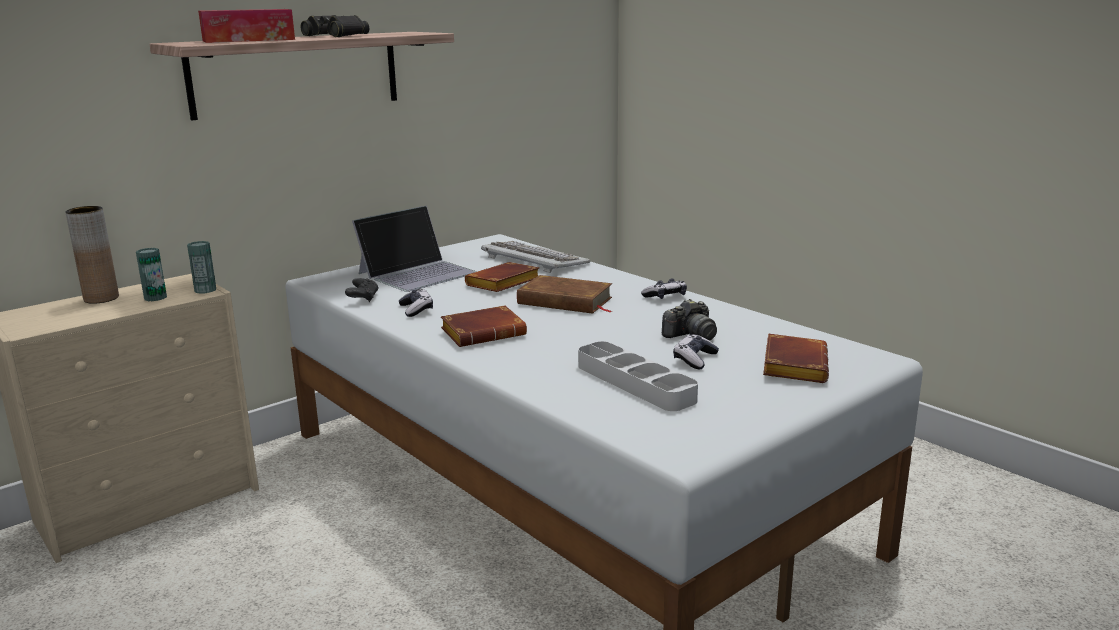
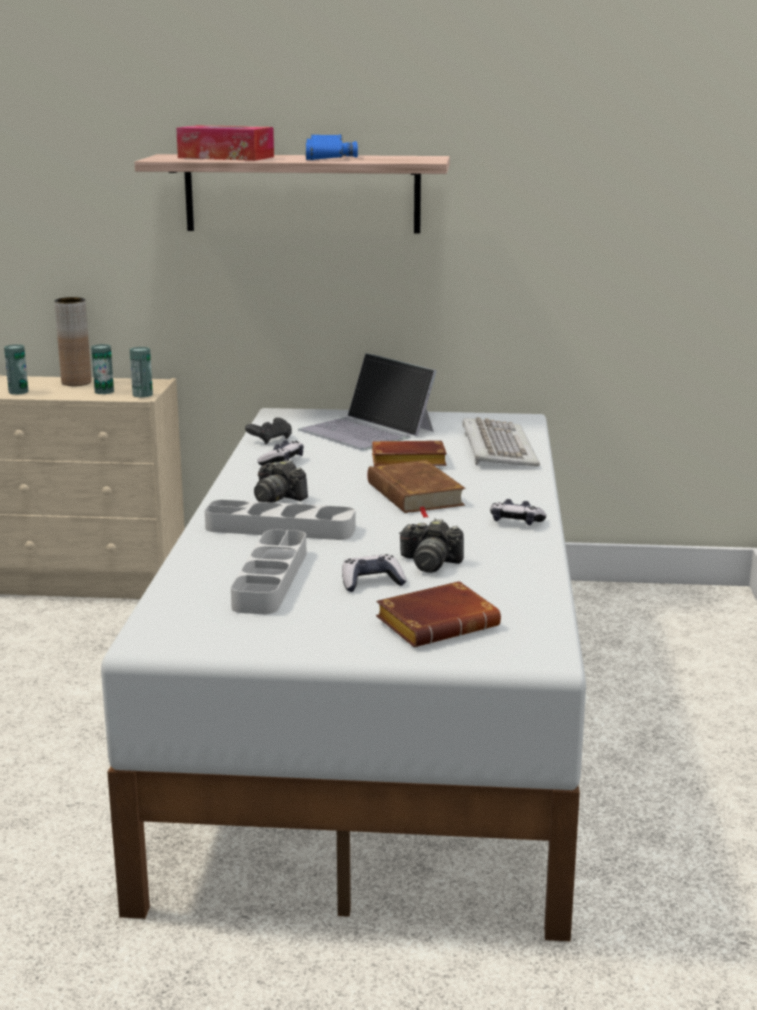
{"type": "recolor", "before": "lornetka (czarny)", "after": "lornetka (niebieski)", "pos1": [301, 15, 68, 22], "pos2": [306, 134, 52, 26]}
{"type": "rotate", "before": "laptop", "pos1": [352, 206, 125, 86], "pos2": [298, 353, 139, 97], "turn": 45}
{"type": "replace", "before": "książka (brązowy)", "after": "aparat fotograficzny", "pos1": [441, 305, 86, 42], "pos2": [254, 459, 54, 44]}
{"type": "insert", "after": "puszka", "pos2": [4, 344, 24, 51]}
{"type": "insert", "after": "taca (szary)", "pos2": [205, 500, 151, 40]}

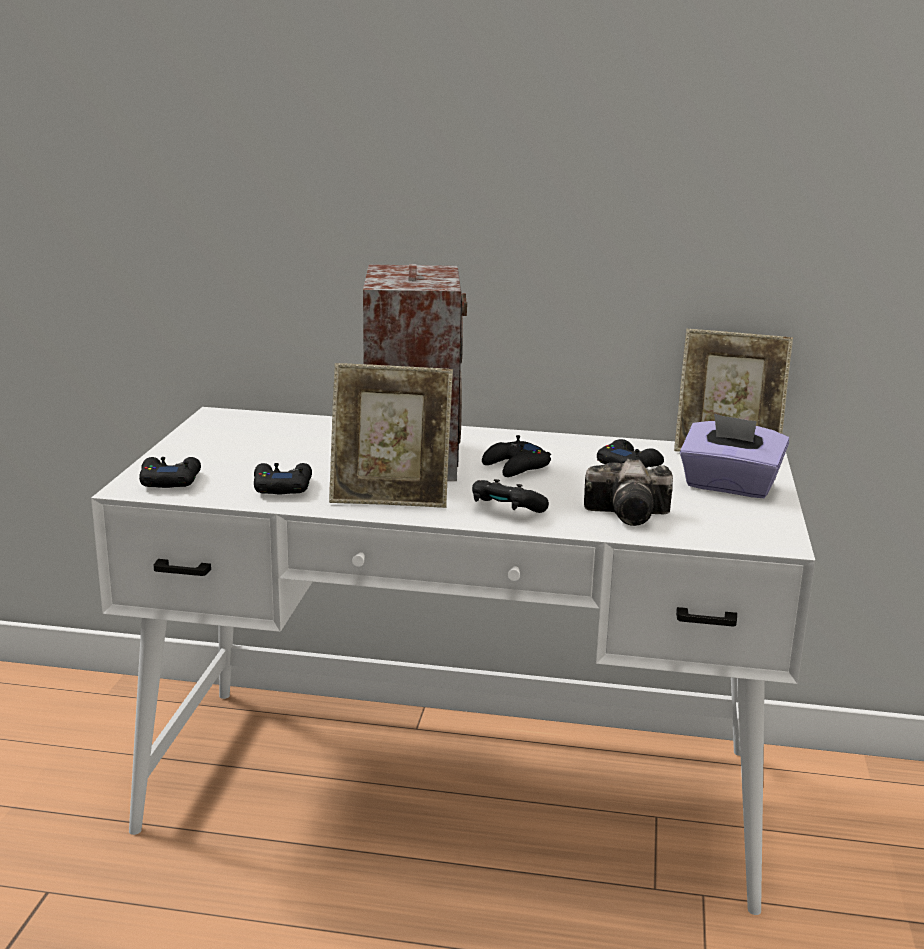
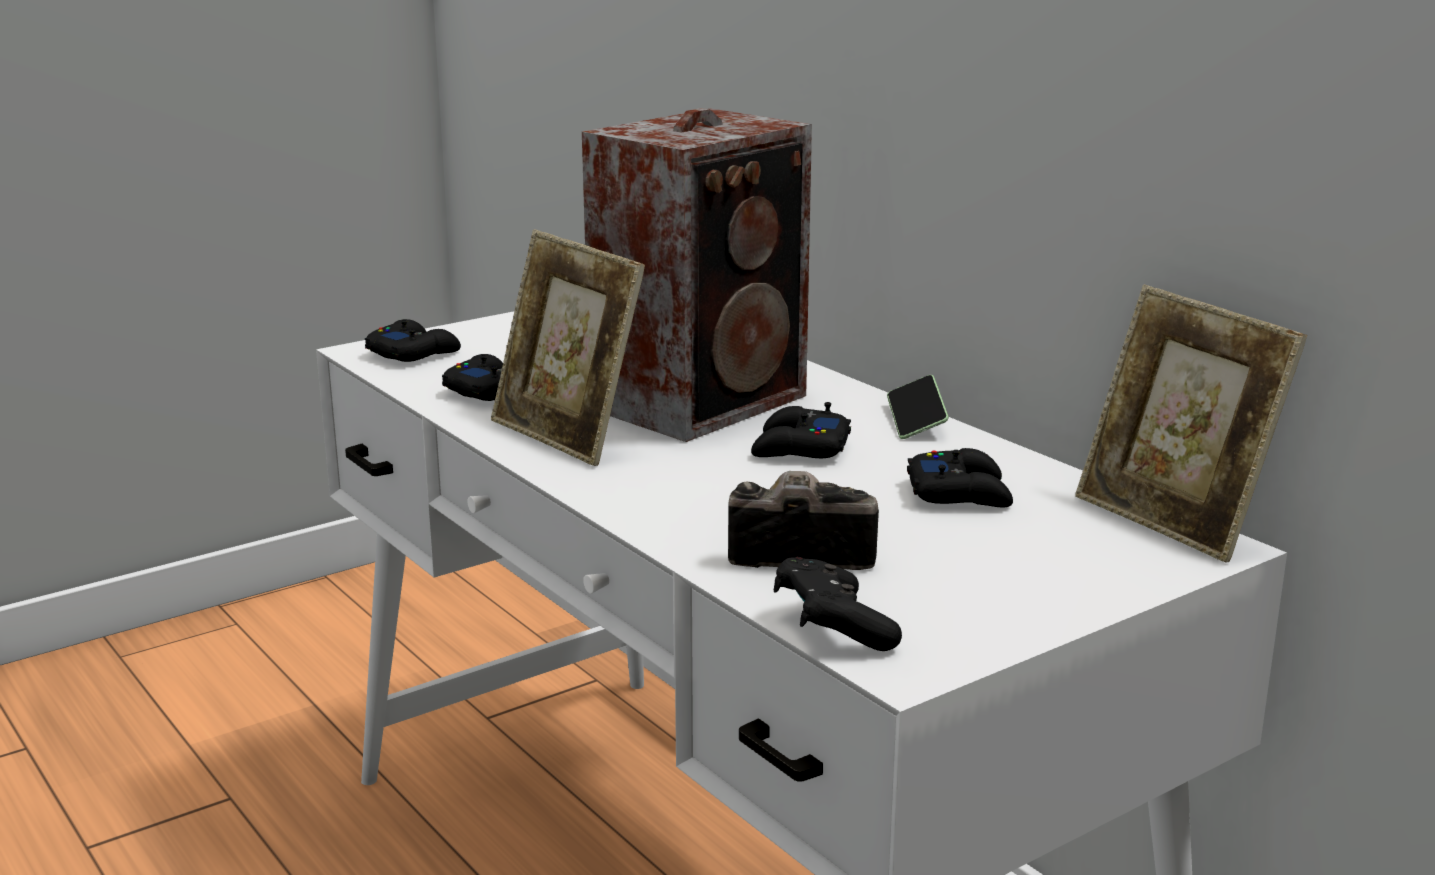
{"type": "delete", "before": "pudełko chusteczek (fioletowy)", "pos1": [680, 413, 109, 85]}
{"type": "rotate", "before": "aparat fotograficzny", "pos1": [584, 459, 89, 67], "pos2": [728, 471, 151, 99], "turn": 135}
{"type": "move", "before": "pad do gier (czarny)", "pos1": [472, 479, 77, 34], "pos2": [774, 557, 128, 94]}
{"type": "insert", "after": "telefon", "pos2": [887, 375, 62, 64]}

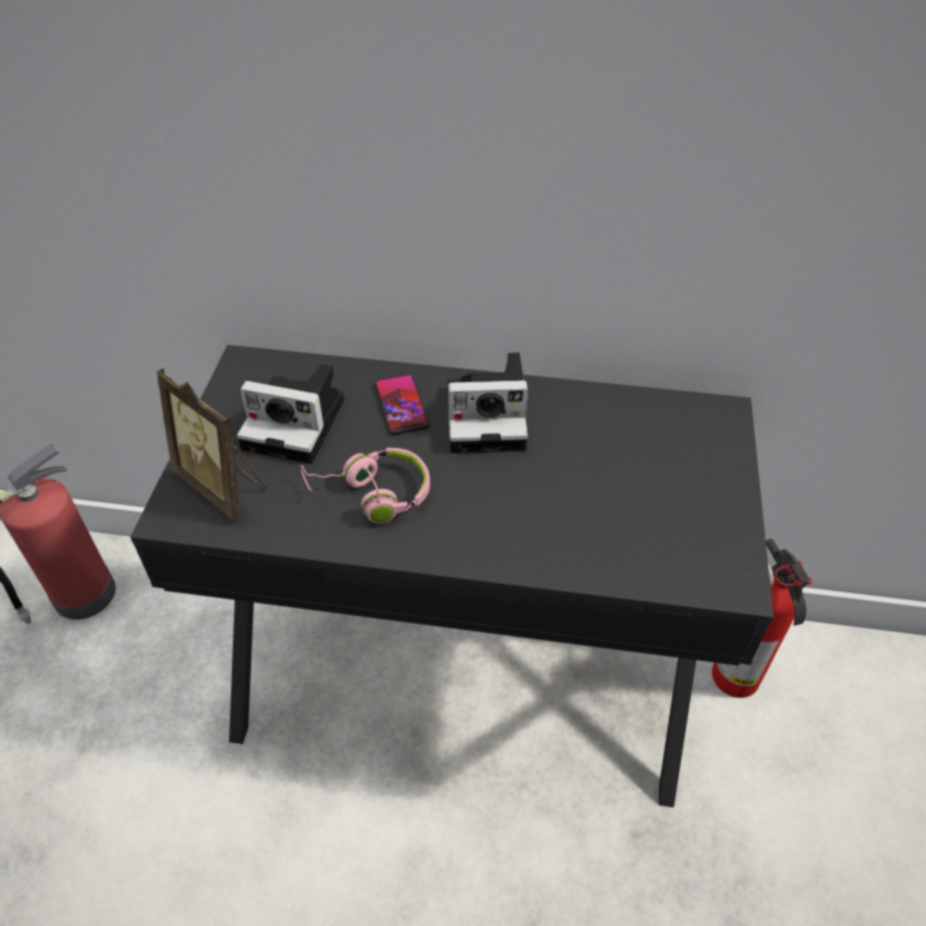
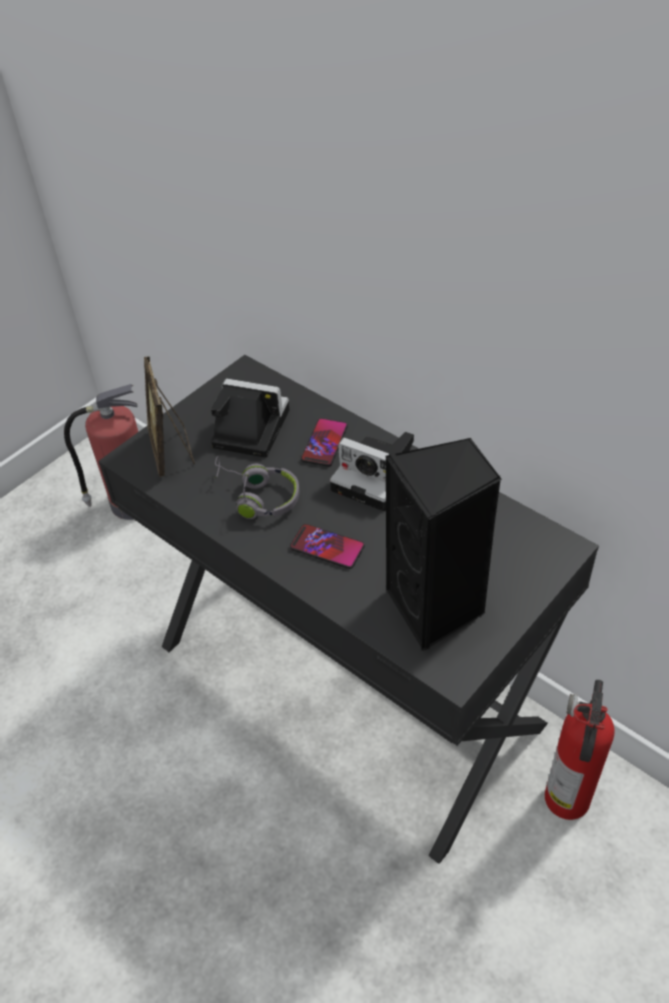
{"type": "rotate", "before": "aparat fotograficzny", "pos1": [237, 364, 107, 100], "pos2": [211, 378, 78, 80], "turn": 150}
{"type": "recolor", "before": "słuchawki (różowy)", "after": "słuchawki (szary)", "pos1": [301, 448, 129, 75], "pos2": [214, 456, 85, 63]}
{"type": "insert", "after": "głośnik (czarny)", "pos2": [385, 438, 117, 213]}
{"type": "insert", "after": "telefon", "pos2": [290, 524, 75, 45]}

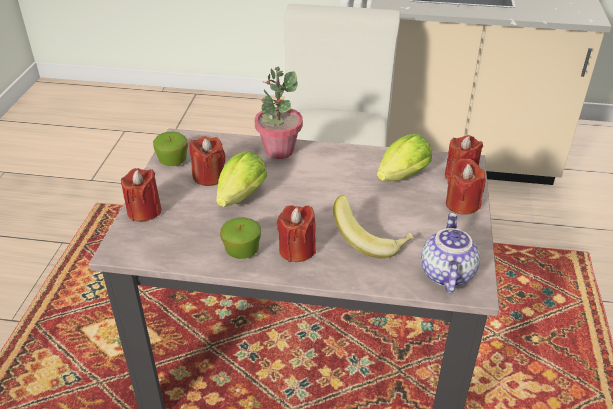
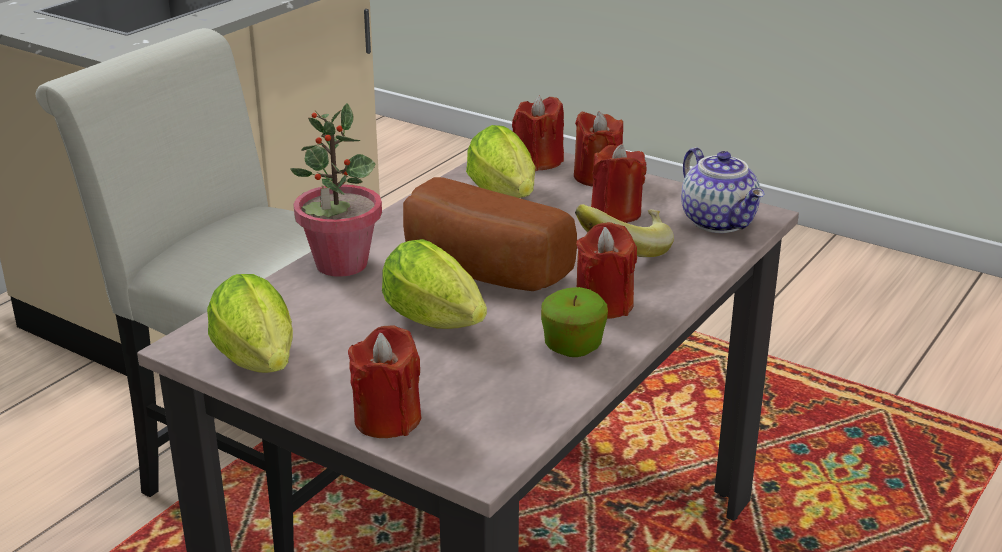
{"type": "replace", "before": "jabłko", "after": "sałata", "pos1": [153, 132, 35, 34], "pos2": [207, 274, 86, 99]}
{"type": "move", "before": "świeca (czerwony)", "pos1": [189, 136, 37, 50], "pos2": [591, 144, 56, 79]}
{"type": "rotate", "before": "imbryk", "pos1": [421, 213, 59, 80], "pos2": [681, 147, 83, 86], "turn": -150}
{"type": "insert", "after": "chleb", "pos2": [403, 177, 174, 114]}

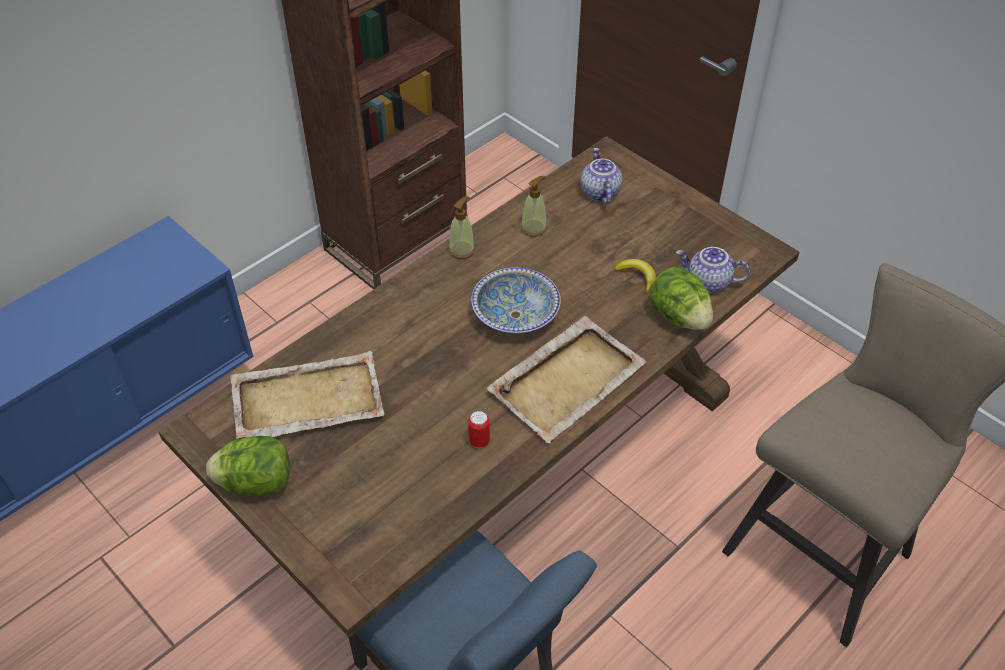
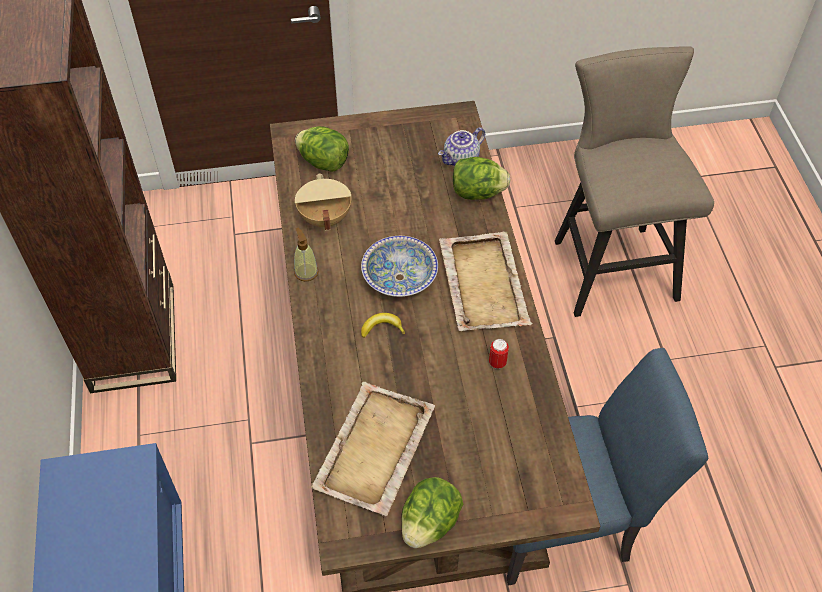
{"type": "replace", "before": "imbryk", "after": "sałata", "pos1": [581, 148, 41, 56], "pos2": [295, 126, 54, 46]}
{"type": "replace", "before": "dozownik mydła", "after": "garnek (beżowy)", "pos1": [521, 176, 26, 61], "pos2": [295, 173, 57, 58]}
{"type": "move", "before": "banan", "pos1": [615, 259, 41, 34], "pos2": [361, 313, 44, 25]}

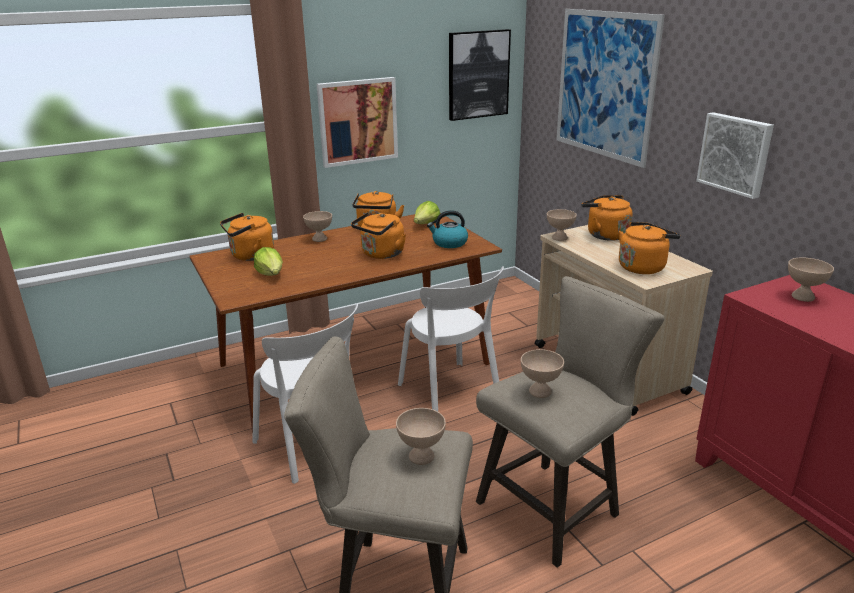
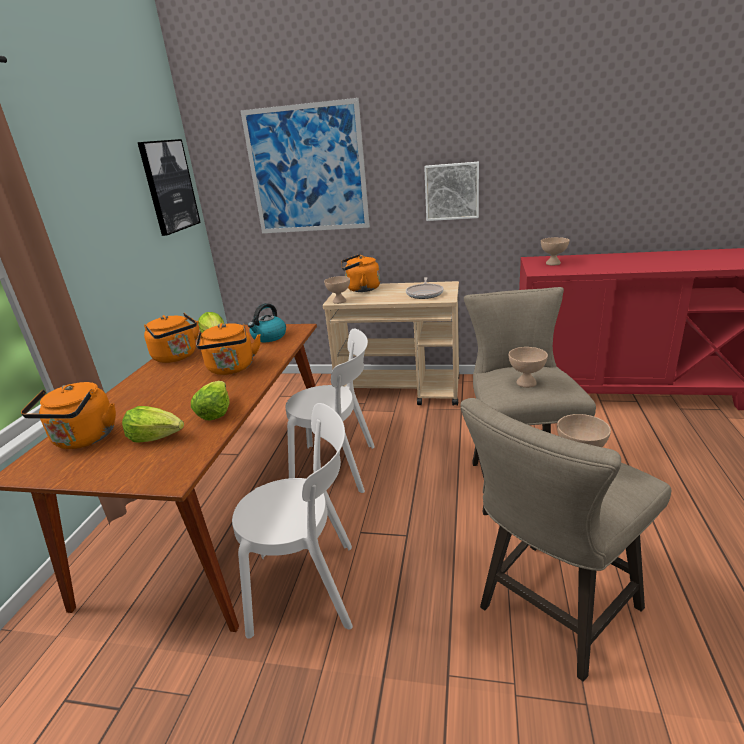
{"type": "delete", "before": "obraz", "pos1": [317, 77, 81, 91]}
{"type": "delete", "before": "miska (beżowy)", "pos1": [303, 211, 29, 31]}
{"type": "replace", "before": "czajnik (pomarańczowy)", "after": "patelnia", "pos1": [619, 222, 61, 52], "pos2": [406, 277, 38, 22]}
{"type": "insert", "after": "sałata", "pos2": [191, 381, 39, 40]}

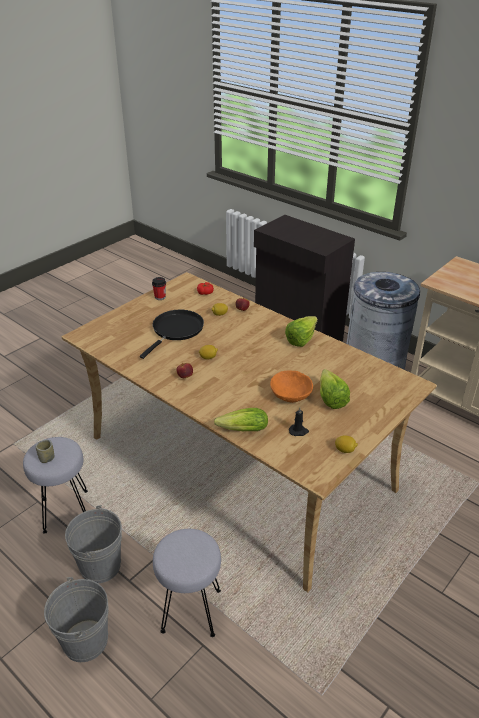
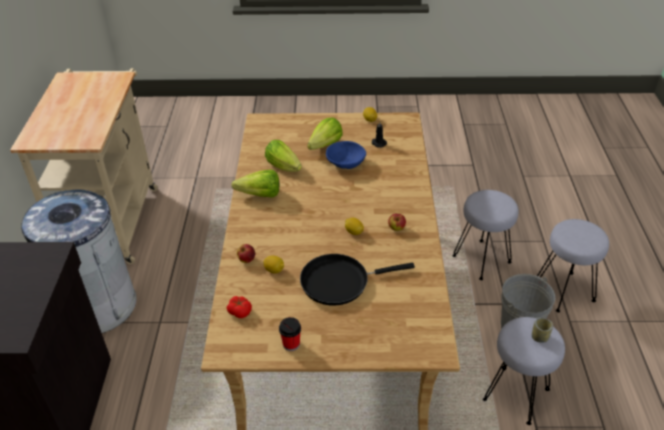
{"type": "recolor", "before": "miska (pomarańczowy)", "after": "miska (niebieski)", "pos1": [270, 370, 43, 33], "pos2": [326, 141, 40, 28]}
{"type": "move", "before": "sałata", "pos1": [214, 408, 54, 23], "pos2": [265, 140, 37, 32]}
{"type": "replace", "before": "wiadro (szary)", "after": "stołek (szary)", "pos1": [44, 577, 65, 85], "pos2": [537, 219, 72, 93]}

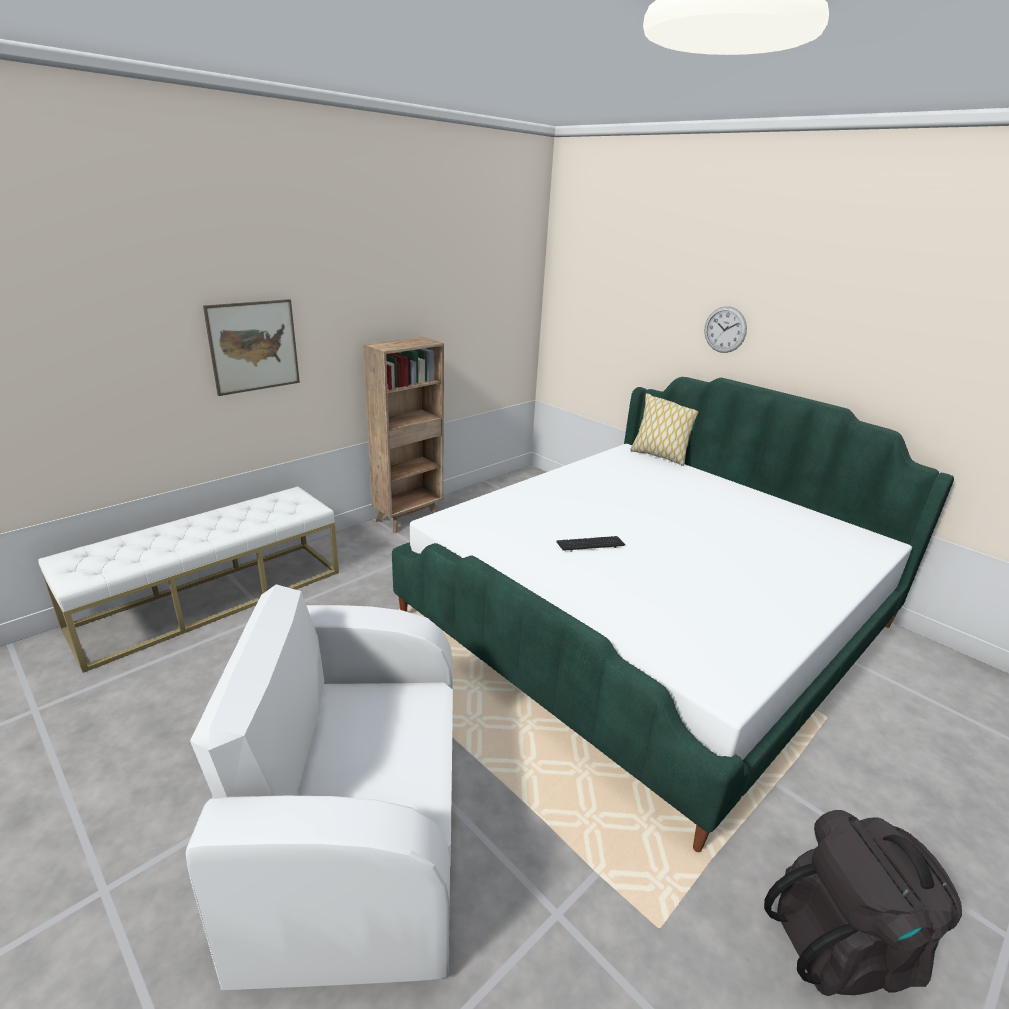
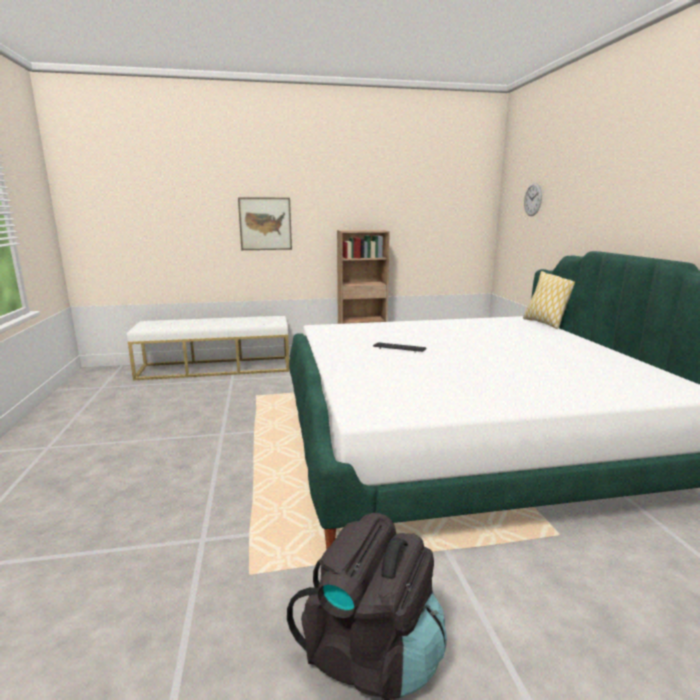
{"type": "move", "before": "zegar ścienny", "pos1": [704, 306, 43, 47], "pos2": [524, 183, 18, 33]}
{"type": "delete", "before": "fotel (biały)", "pos1": [186, 584, 267, 406]}

